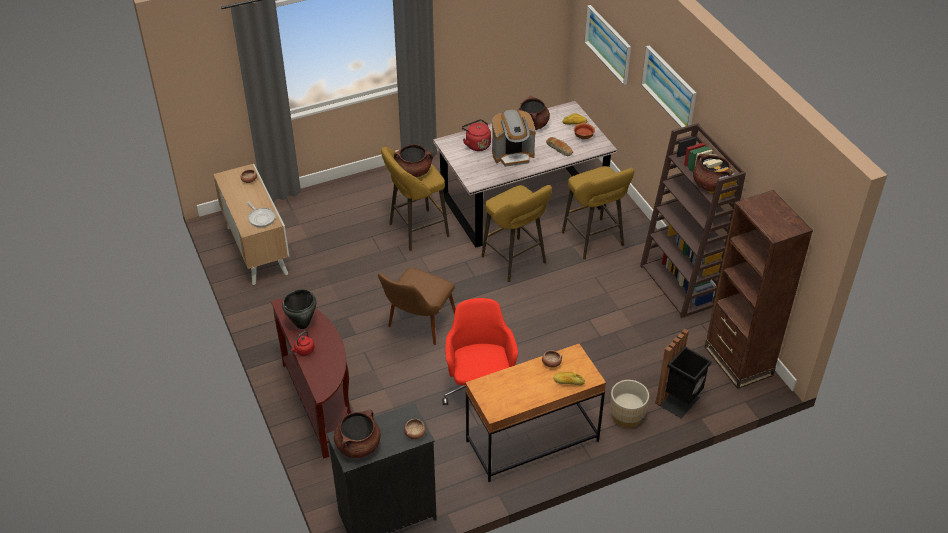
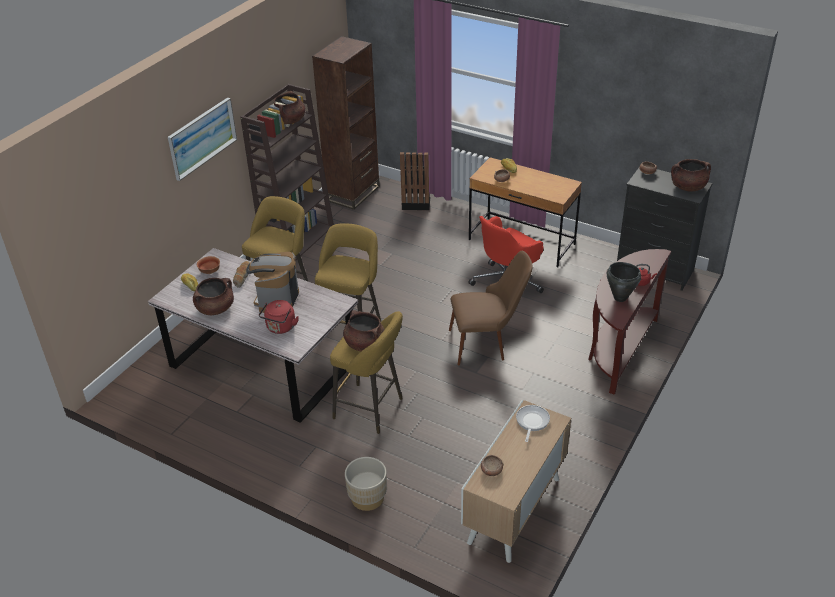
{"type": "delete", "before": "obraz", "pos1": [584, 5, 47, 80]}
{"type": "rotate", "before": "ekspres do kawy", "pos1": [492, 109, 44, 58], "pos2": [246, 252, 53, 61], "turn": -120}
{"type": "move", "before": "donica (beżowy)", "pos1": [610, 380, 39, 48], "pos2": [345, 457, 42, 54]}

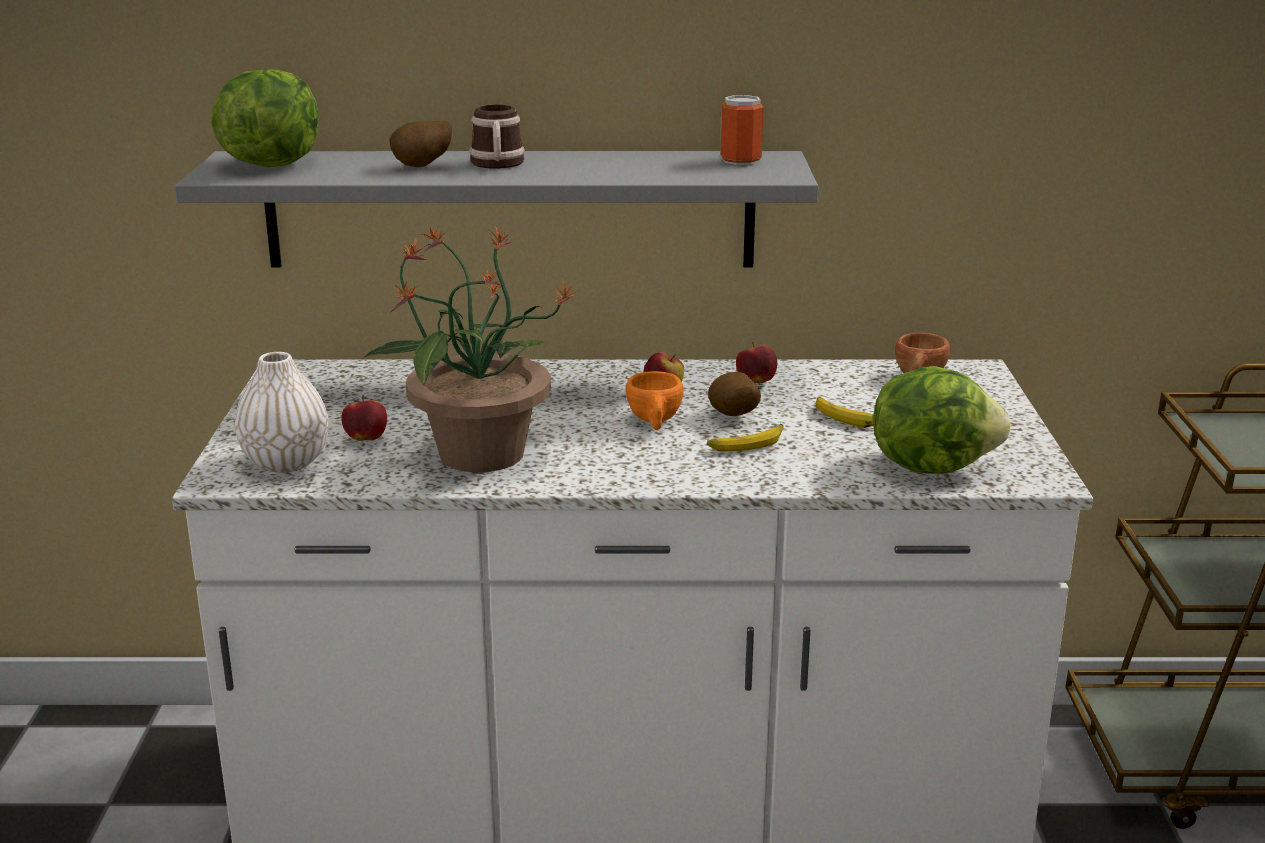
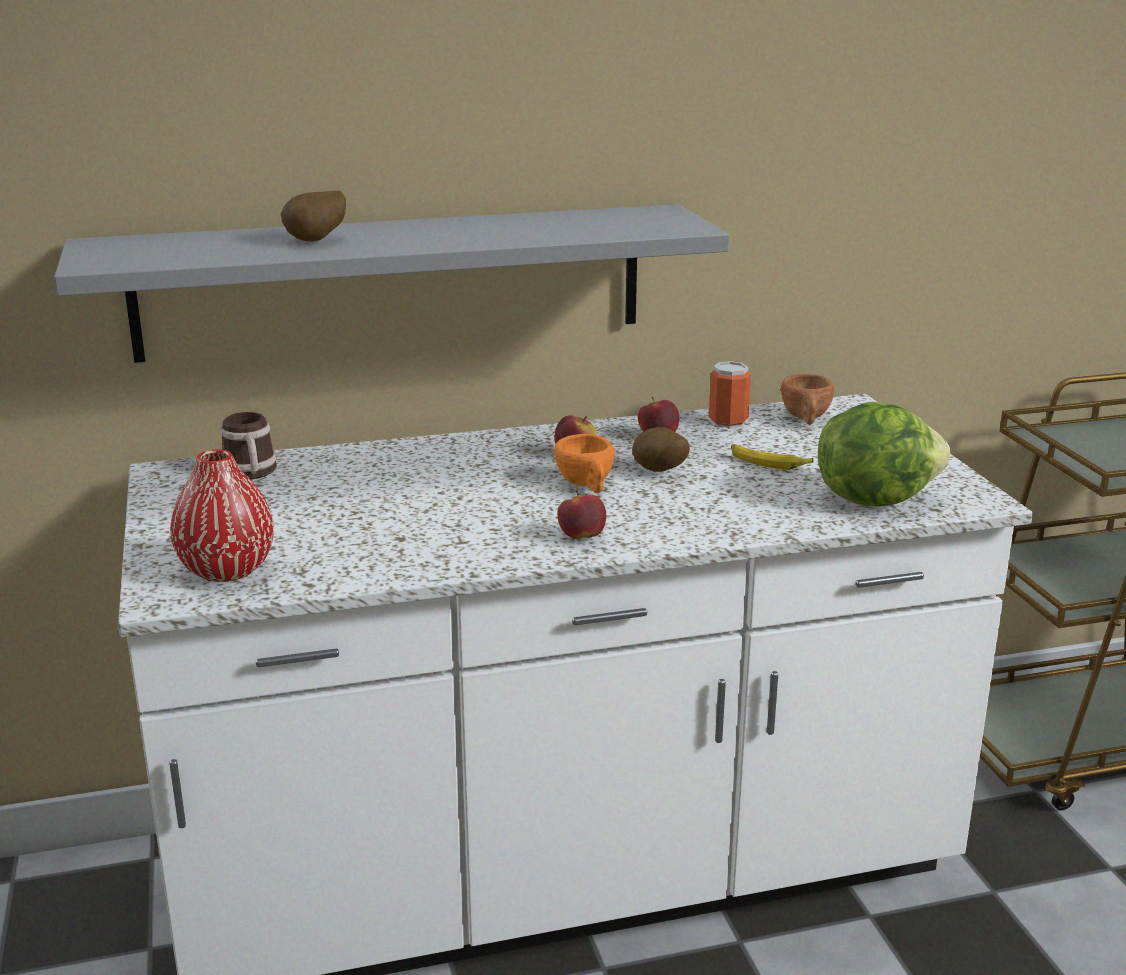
{"type": "delete", "before": "sałata", "pos1": [211, 69, 108, 98]}
{"type": "move", "before": "puszka", "pos1": [721, 95, 42, 70], "pos2": [709, 361, 42, 67]}
{"type": "move", "before": "kubek", "pos1": [469, 105, 56, 64], "pos2": [220, 412, 57, 68]}
{"type": "delete", "before": "roślina doniczkowa", "pos1": [362, 225, 214, 247]}
{"type": "recolor", "before": "wazon (biały)", "after": "wazon (czerwony)", "pos1": [235, 352, 94, 121], "pos2": [170, 449, 104, 133]}
{"type": "move", "before": "jabłko", "pos1": [341, 395, 46, 46], "pos2": [557, 490, 49, 49]}
{"type": "delete", "before": "banan", "pos1": [707, 424, 77, 27]}

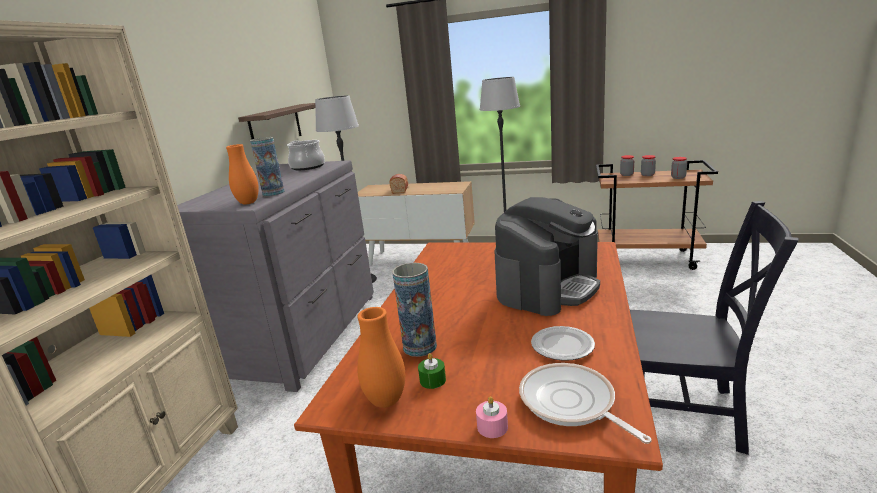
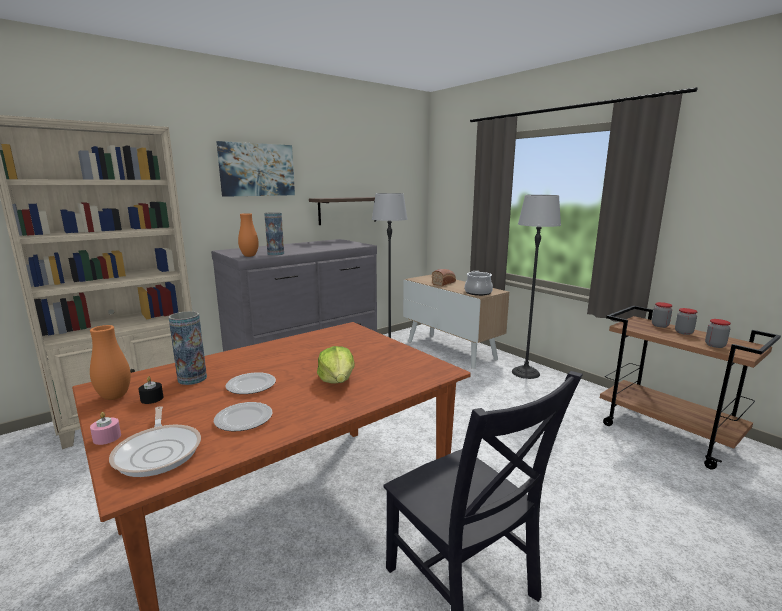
{"type": "move", "before": "garnek", "pos1": [287, 140, 38, 30], "pos2": [465, 271, 28, 25]}
{"type": "replace", "before": "ekspres do kawy", "after": "sałata", "pos1": [494, 197, 106, 119], "pos2": [317, 346, 38, 38]}
{"type": "recolor", "before": "świeca (zielony)", "after": "świeca (czarny)", "pos1": [418, 353, 28, 36], "pos2": [139, 376, 24, 28]}
{"type": "rotate", "before": "patelnia", "pos1": [519, 363, 133, 81], "pos2": [109, 406, 92, 71], "turn": 150}
{"type": "insert", "after": "obraz", "pos2": [216, 141, 79, 56]}
{"type": "insert", "after": "talerz", "pos2": [225, 372, 51, 22]}

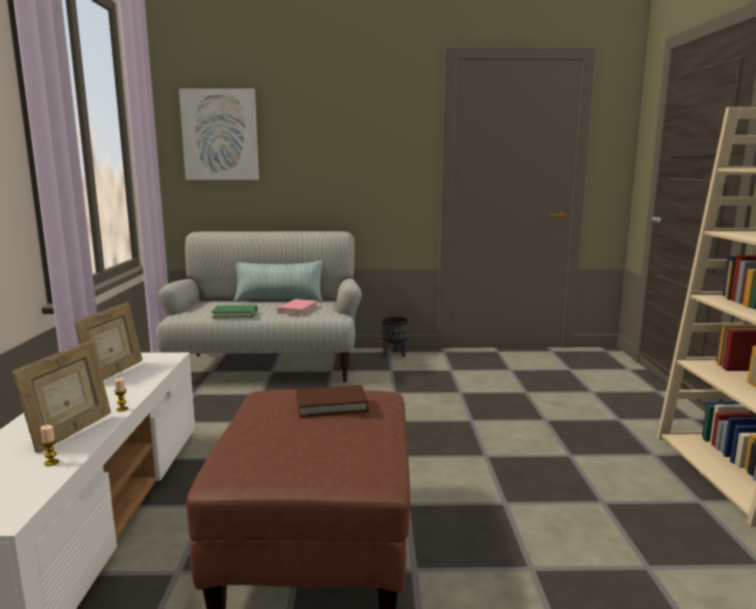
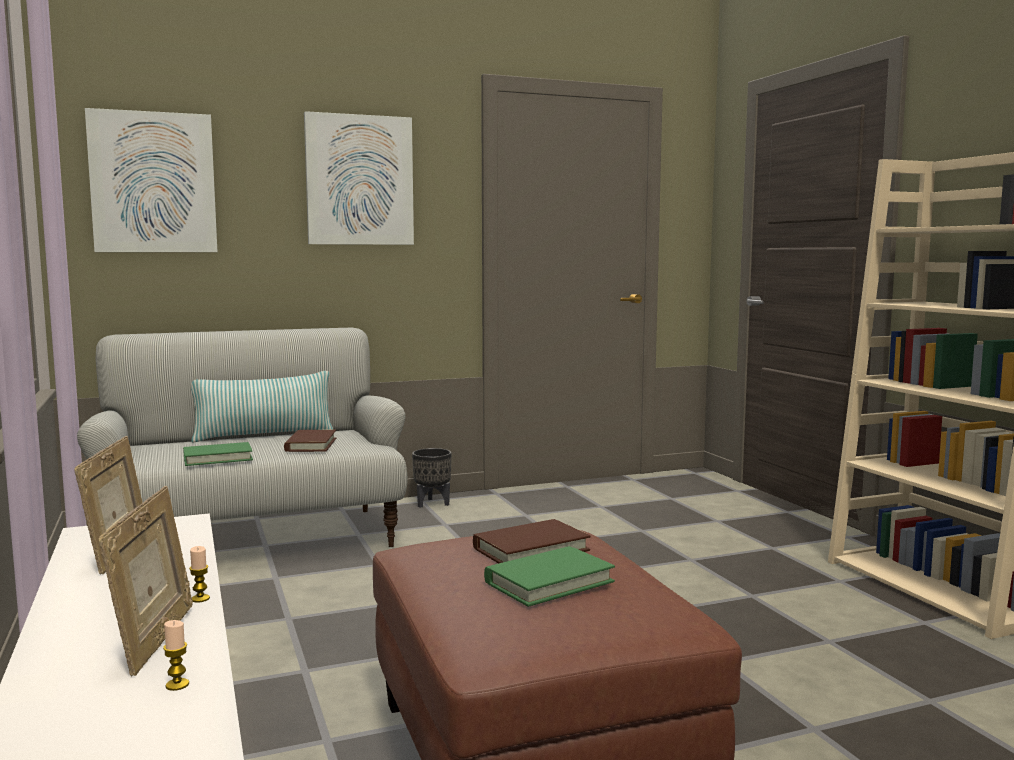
{"type": "recolor", "before": "książka (różowy)", "after": "książka (brązowy)", "pos1": [277, 299, 41, 17], "pos2": [284, 430, 52, 22]}
{"type": "insert", "after": "obraz", "pos2": [304, 111, 110, 134]}
{"type": "insert", "after": "książka (zielony)", "pos2": [484, 546, 131, 61]}

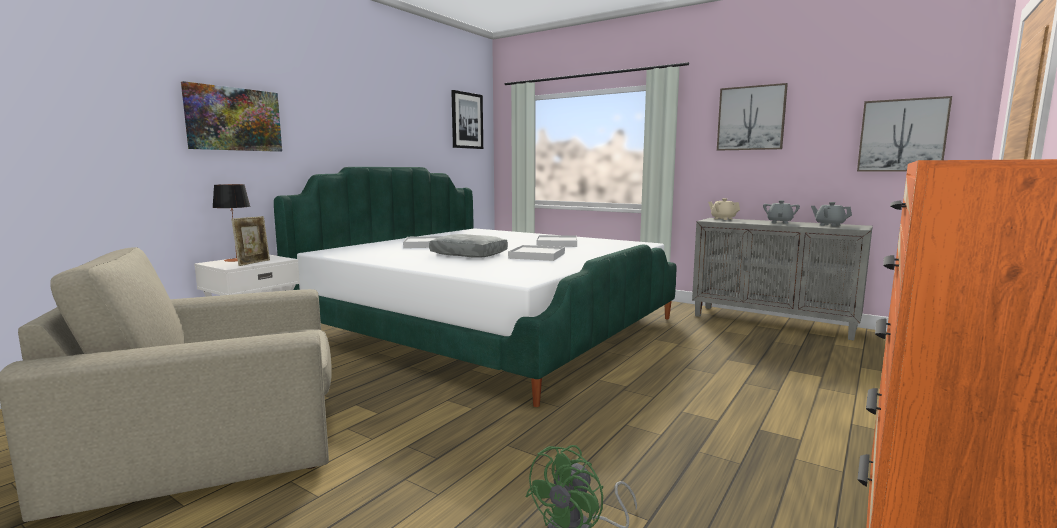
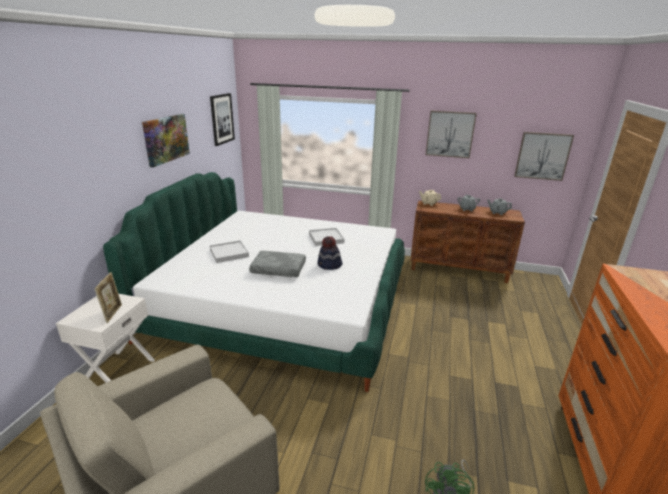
{"type": "move", "before": "obraz", "pos1": [181, 81, 101, 71], "pos2": [142, 114, 48, 53]}
{"type": "delete", "before": "lampa stołowa", "pos1": [212, 184, 39, 78]}
{"type": "recolor", "before": "szafka (szary)", "after": "szafka (brązowy)", "pos1": [692, 218, 181, 122], "pos2": [410, 200, 115, 83]}
{"type": "replace", "before": "taca (biały)", "after": "kapelusz", "pos1": [508, 245, 57, 16], "pos2": [317, 236, 26, 34]}

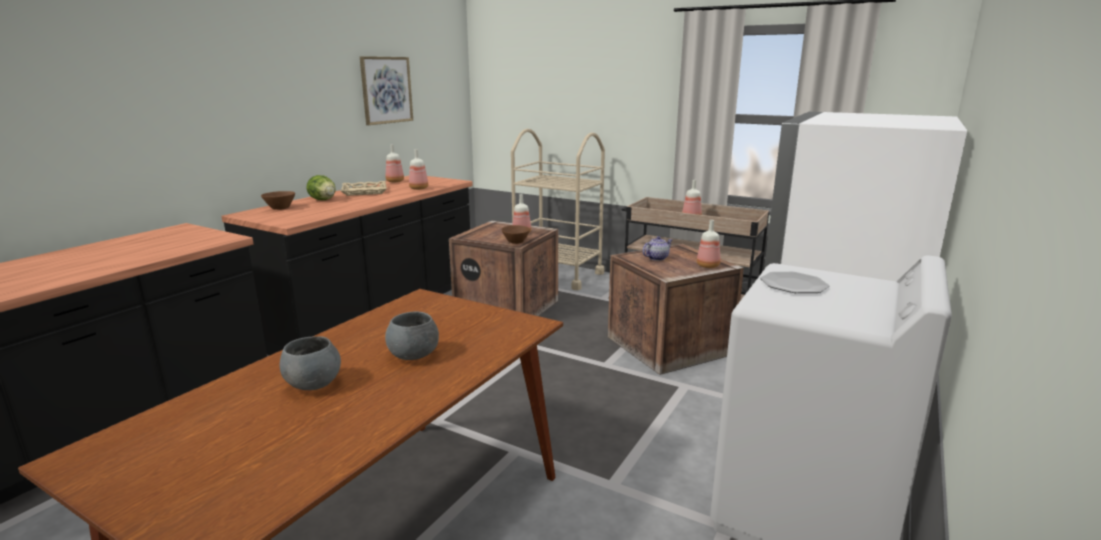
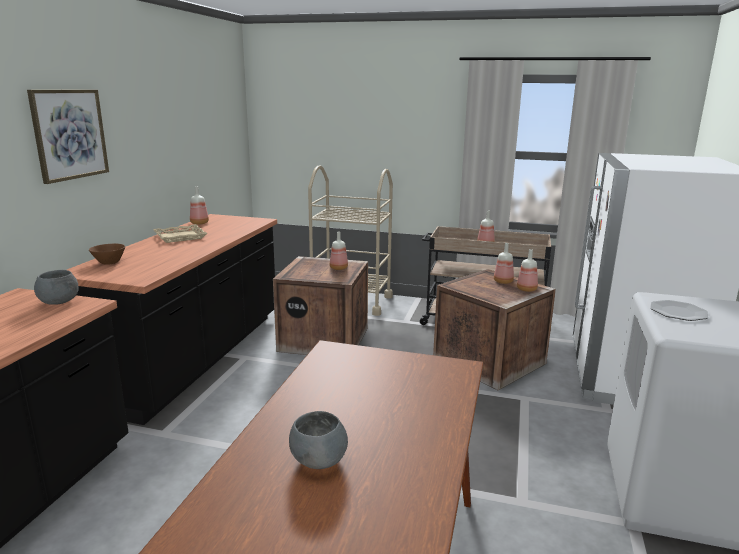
{"type": "move", "before": "obraz", "pos1": [360, 56, 53, 69], "pos2": [27, 90, 82, 94]}
{"type": "move", "before": "butelka", "pos1": [409, 149, 19, 41], "pos2": [494, 243, 20, 41]}
{"type": "delete", "before": "sałata", "pos1": [307, 175, 29, 25]}
{"type": "delete", "before": "miska (brązowy)", "pos1": [501, 225, 29, 19]}
{"type": "delete", "before": "imbryk", "pos1": [642, 236, 30, 25]}
{"type": "move", "before": "miska (szary)", "pos1": [385, 311, 54, 49], "pos2": [34, 270, 45, 35]}

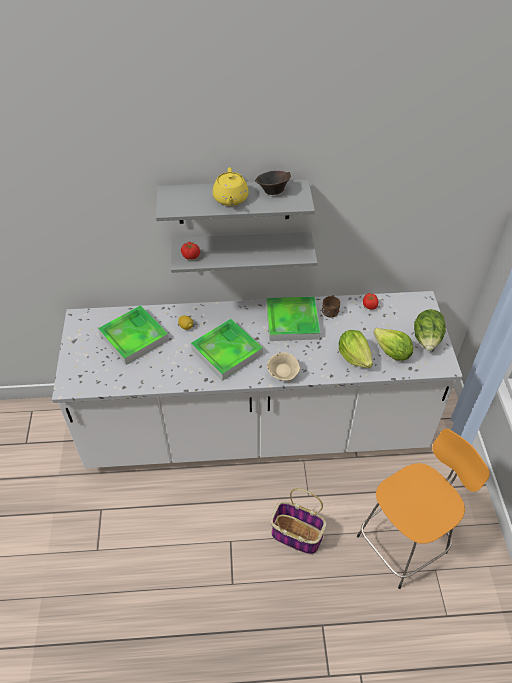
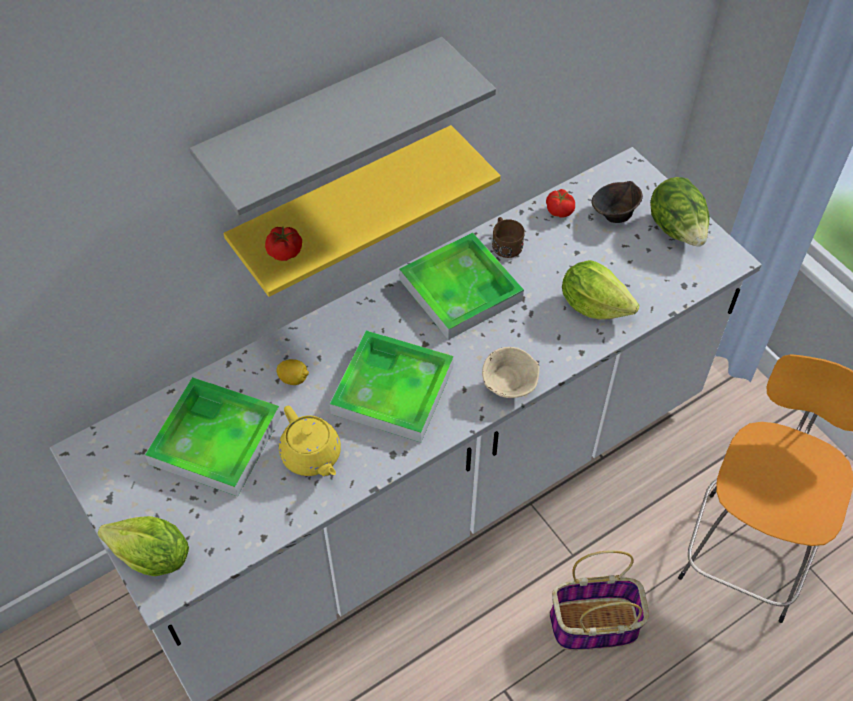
{"type": "move", "before": "imbryk (żółty)", "pos1": [212, 167, 37, 39], "pos2": [279, 406, 62, 70]}
{"type": "move", "before": "miska (brązowy)", "pos1": [255, 171, 36, 24], "pos2": [591, 181, 52, 42]}
{"type": "recolor", "before": "półka (szary)", "after": "półka (żółty)", "pos1": [171, 232, 147, 41], "pos2": [223, 125, 278, 172]}
{"type": "move", "before": "sałata", "pos1": [373, 328, 40, 33], "pos2": [98, 516, 91, 60]}

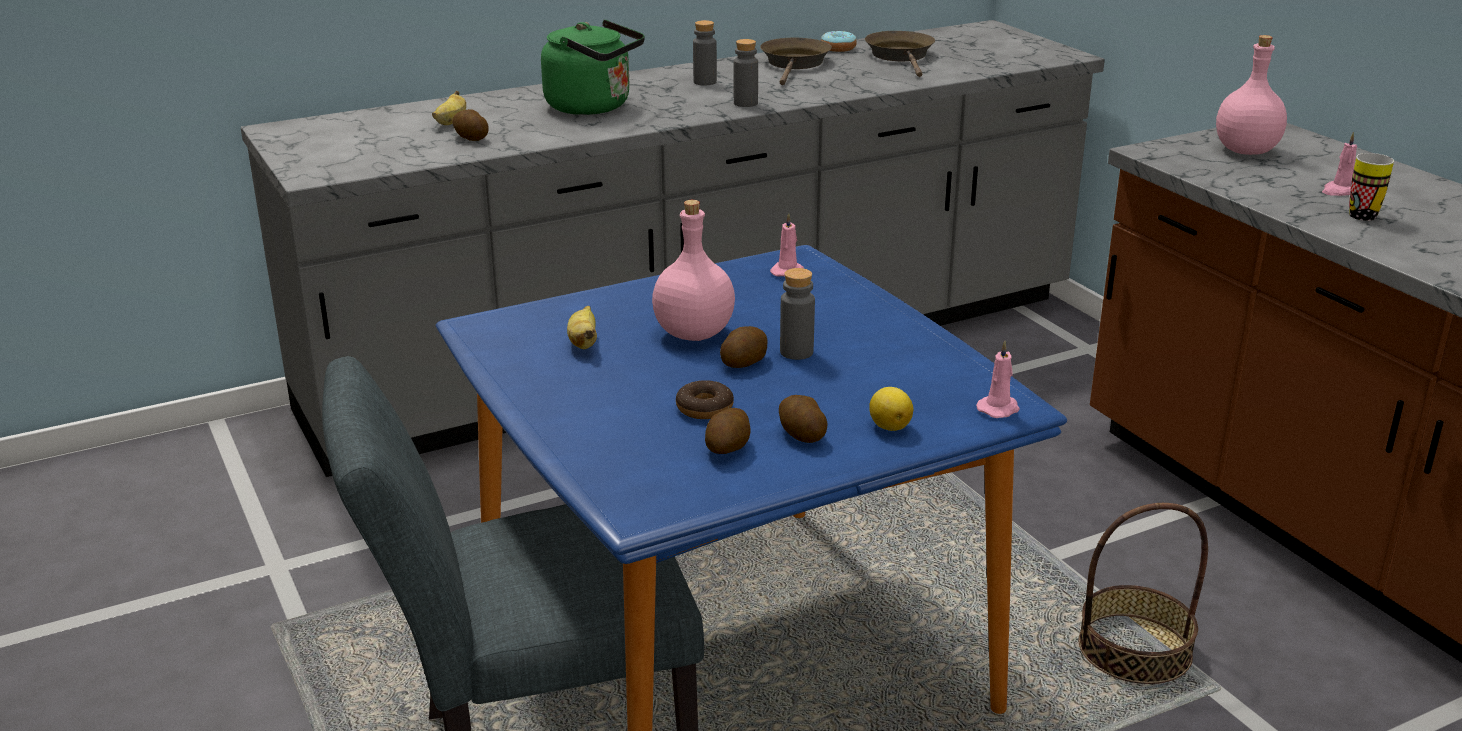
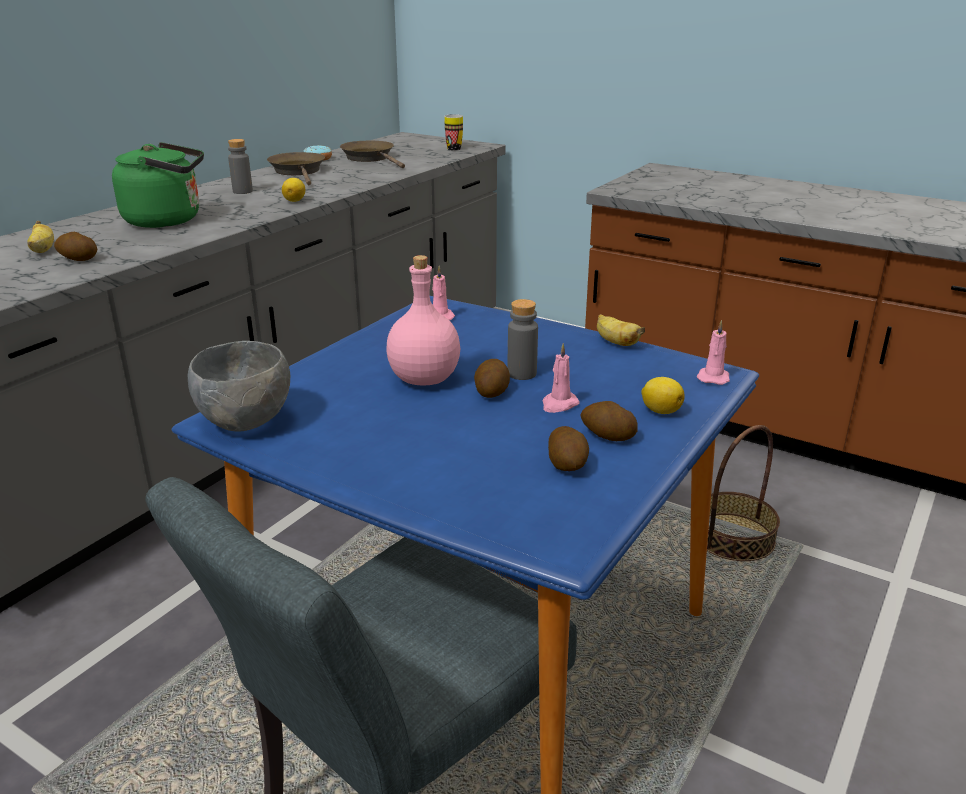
{"type": "delete", "before": "butelka (różowy)", "pos1": [1216, 35, 71, 120]}
{"type": "replace", "before": "butelka (szary)", "after": "cytryna", "pos1": [734, 39, 24, 68], "pos2": [282, 178, 23, 24]}
{"type": "move", "before": "świeca (różowy)", "pos1": [1322, 132, 35, 64], "pos2": [542, 343, 38, 70]}
{"type": "move", "before": "kubek", "pos1": [1349, 153, 45, 68], "pos2": [444, 114, 19, 37]}
{"type": "move", "before": "banan", "pos1": [567, 306, 30, 43], "pos2": [597, 314, 48, 32]}
{"type": "delete", "before": "donut", "pos1": [676, 380, 58, 39]}
{"type": "insert", "after": "miska (szary)", "pos2": [188, 341, 102, 91]}

